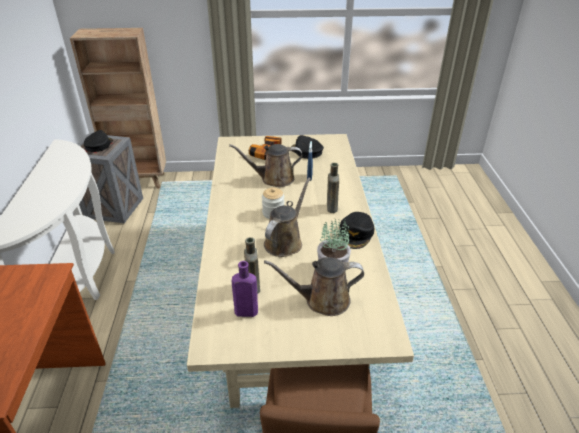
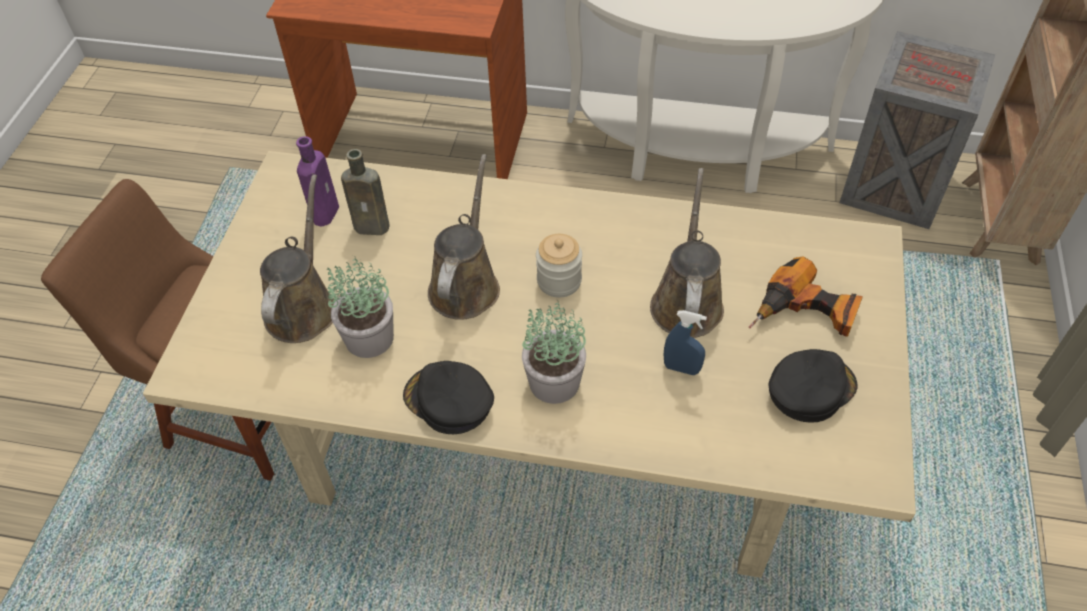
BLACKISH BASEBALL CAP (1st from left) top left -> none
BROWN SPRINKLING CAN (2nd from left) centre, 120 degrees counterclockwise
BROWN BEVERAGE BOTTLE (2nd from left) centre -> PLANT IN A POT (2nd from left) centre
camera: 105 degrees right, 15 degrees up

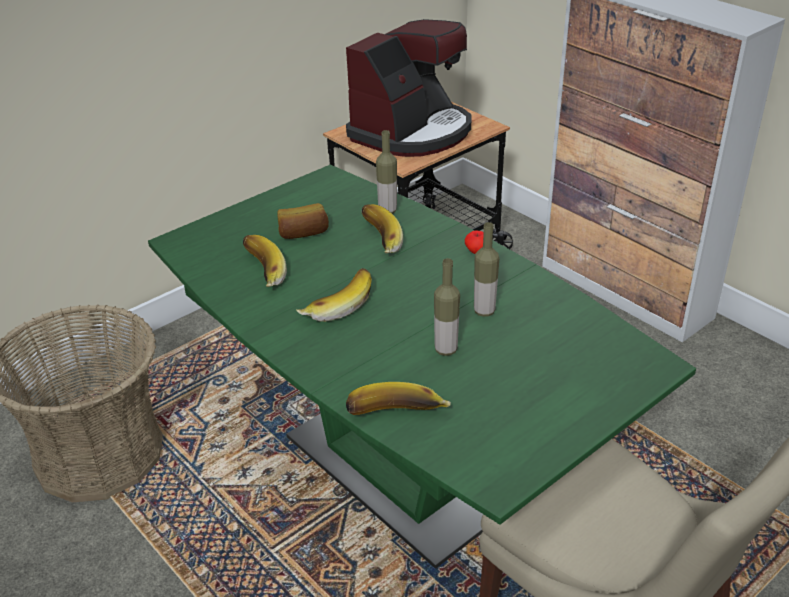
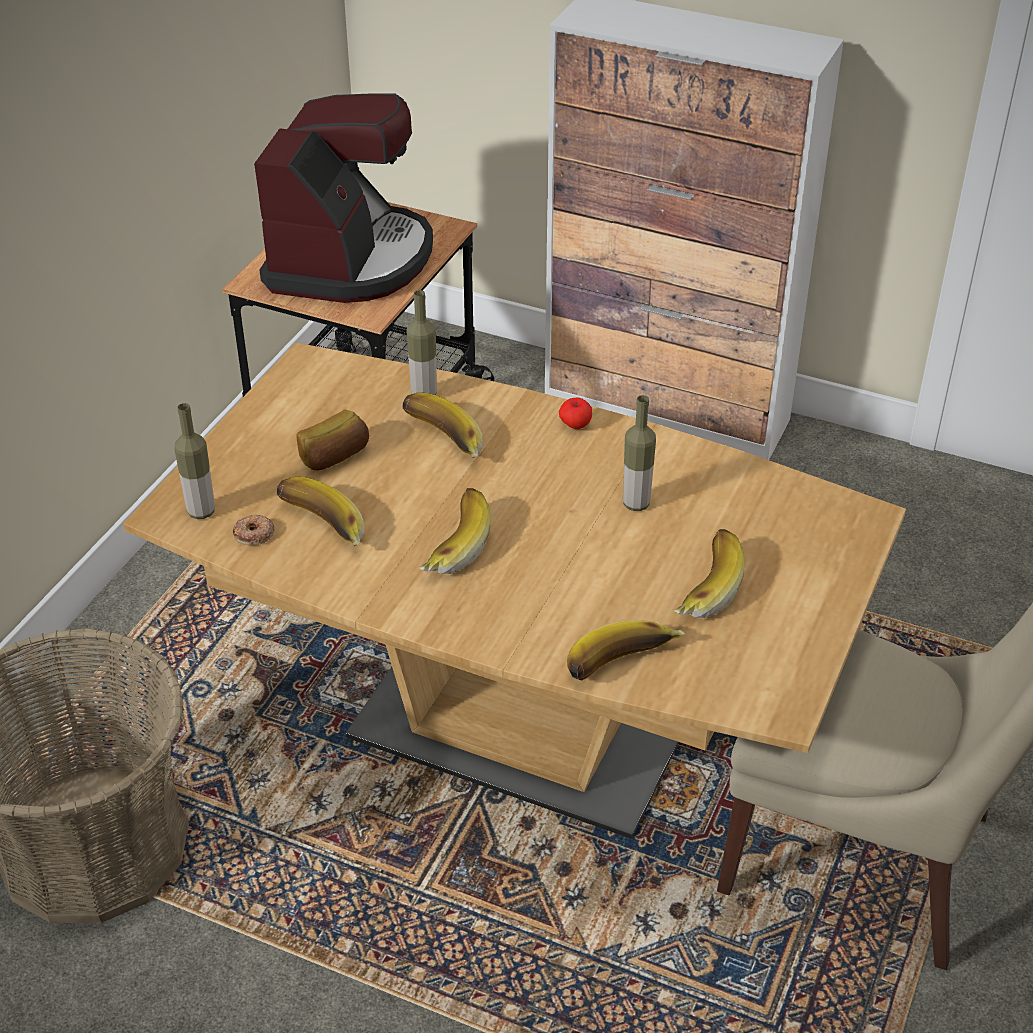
GREEN DINNER TABLE centre -> BROWN DINNER TABLE centre
BEVERAGE BOTTLE (2nd from left in the first image) centre -> BEVERAGE BOTTLE (1st from left) middle left, moved
none -> RING DOUGHNUT middle left
none -> BANANA (5th from left) middle right
camera: 25 degrees left, 5 degrees up

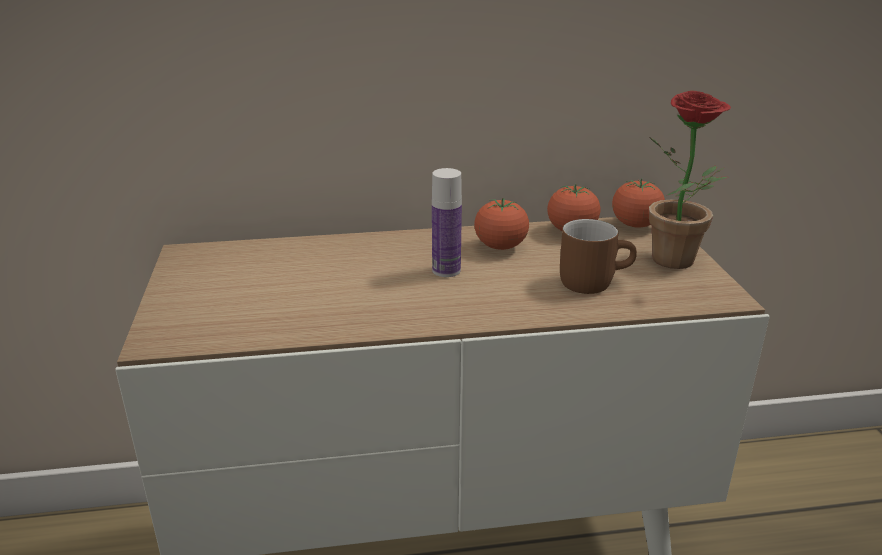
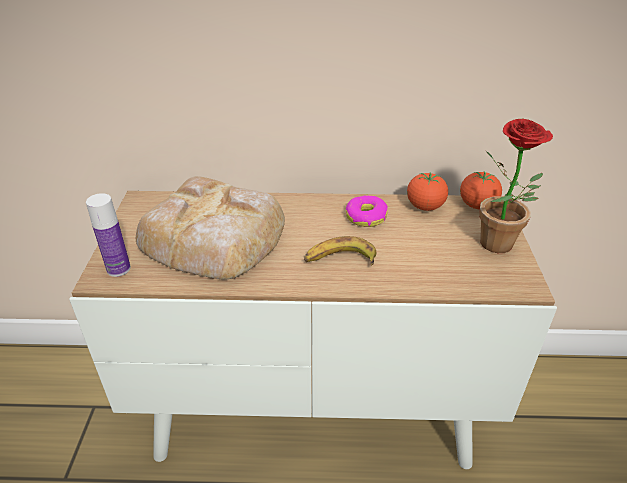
BEVERAGE BOTTLE centre -> BEVERAGE BOTTLE middle left, moved
TOMATO (1st from left) centre -> RING DOUGHNUT centre
BROWN COFFEE MUG middle right -> none
none -> BAKERY BREAD centre
none -> BANANA centre
camera: 10 degrees right, 10 degrees up

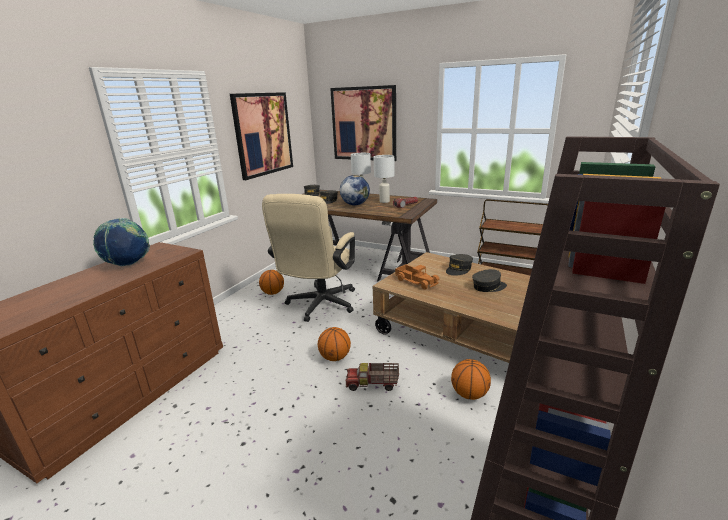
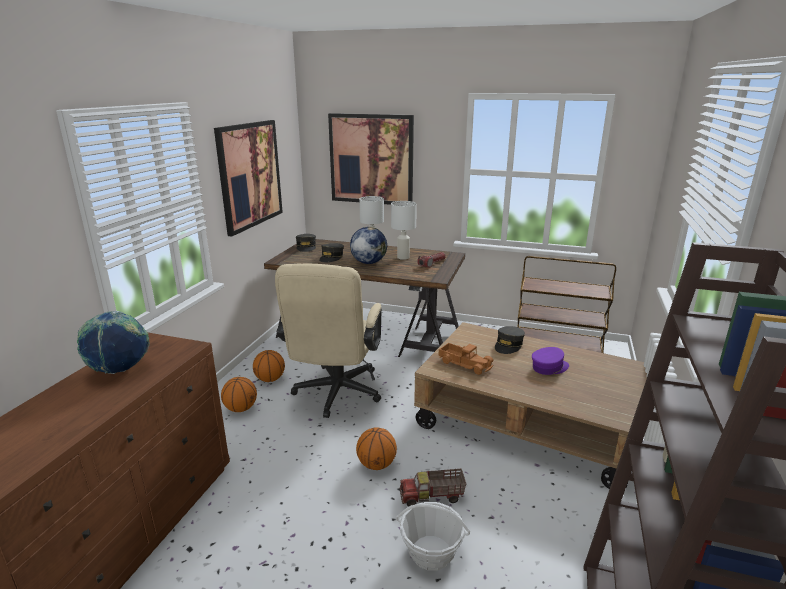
BASKETBALL BALL (3rd from left in the first image) bottom centre -> BASKETBALL BALL (1st from left) bottom left, moved
GREYISH BASEBALL CAP (4th from left) middle right -> PURPLISH BASEBALL CAP middle right
none -> BASKET bottom centre
camera: 10 degrees left, 0 degrees up

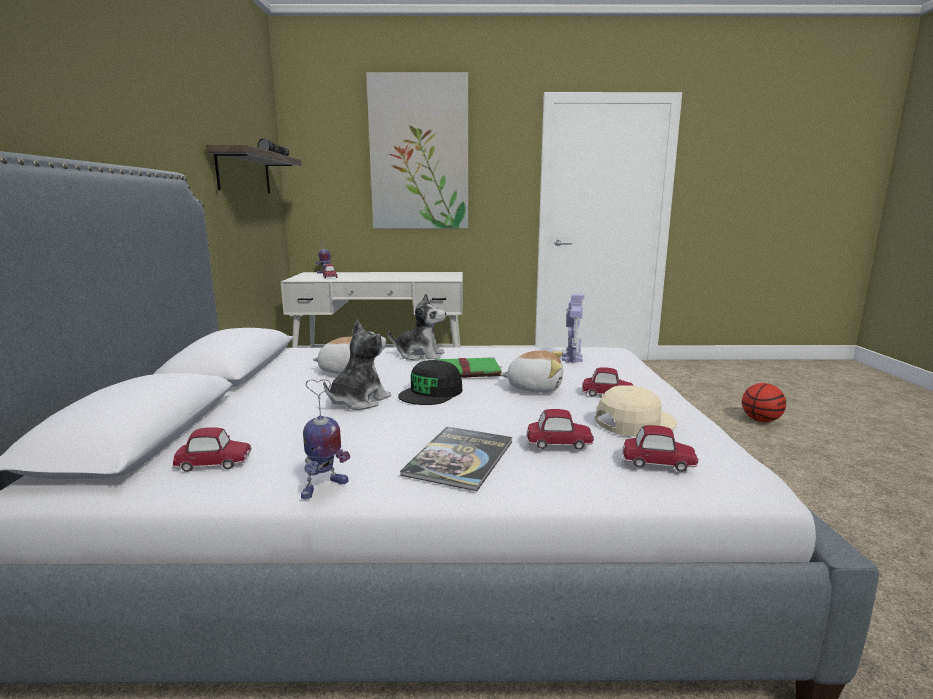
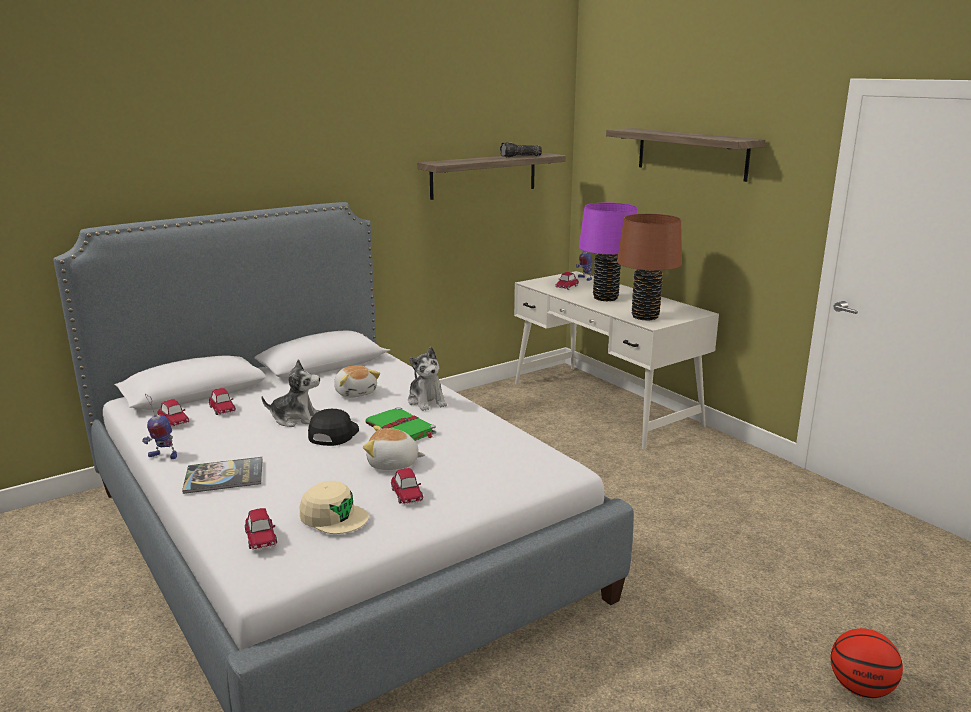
WALL PICTURE top centre -> WALL SHELF (2nd from left) top right
BLACKISH BASEBALL CAP centre, 105 degrees clockwise
SOFT TOY (4th from left in the first image) centre -> SOFT TOY (3rd from left) centre, 120 degrees clockwise
TOY CAR (3rd from left in the first image) centre -> TOY CAR (2nd from left) middle left, moved
TOY ROBOT (3rd from left) centre -> none
none -> PURPLISH TABLETOP LAMP centre
none -> BROWN TABLETOP LAMP middle right
camera: 55 degrees right, 5 degrees up

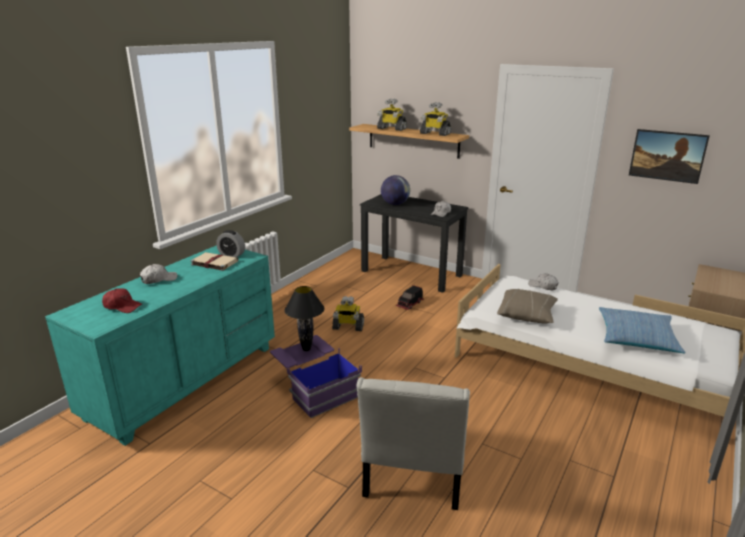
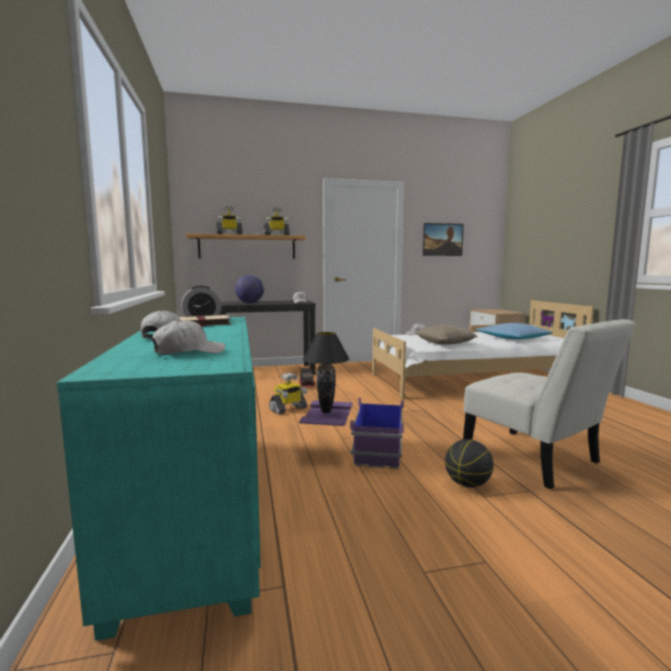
RED-COLOURED BASEBALL CAP middle left -> WHITE-COLOURED BASEBALL CAP (2nd from left) middle left
none -> BASKETBALL BALL bottom right
camera: 45 degrees left, 15 degrees down

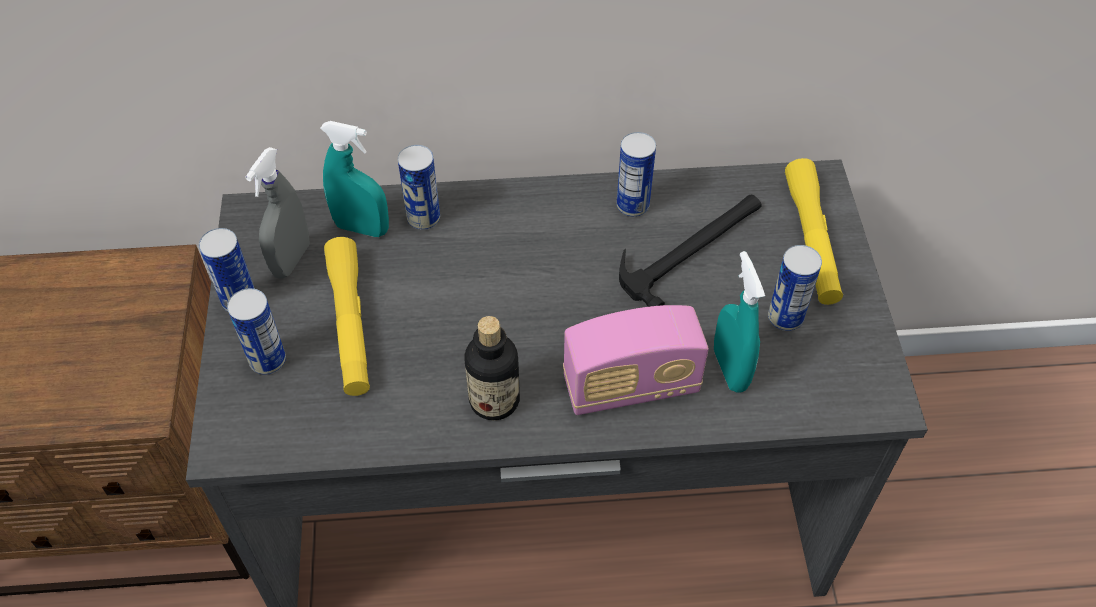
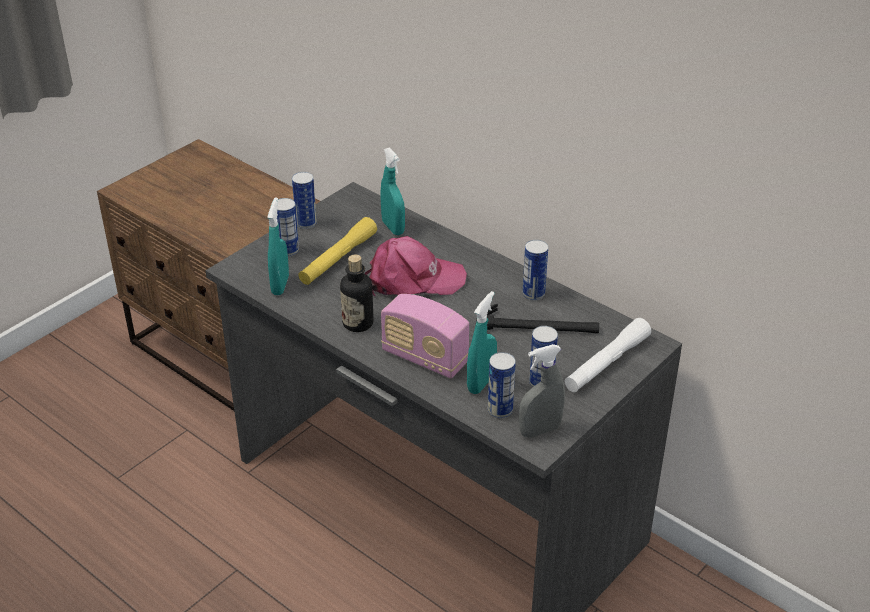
GREYISH HAND SPRAYER middle left -> GREYISH HAND SPRAYER centre, moved
CAN (3rd from left) top centre -> CAN (3rd from left) centre, moved
YELLOW HAND TORCH (2nd from left) middle right -> WHITE-COLOURED HAND TORCH middle right
none -> TURQUOISE HAND SPRAYER (1st from left) middle left
none -> PINKISH BASEBALL CAP centre
camera: 45 degrees right, 15 degrees down

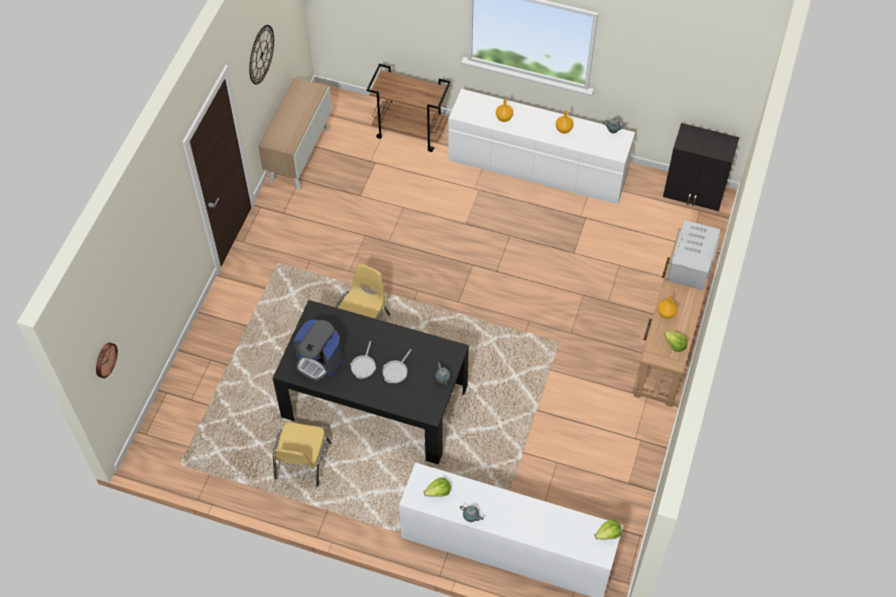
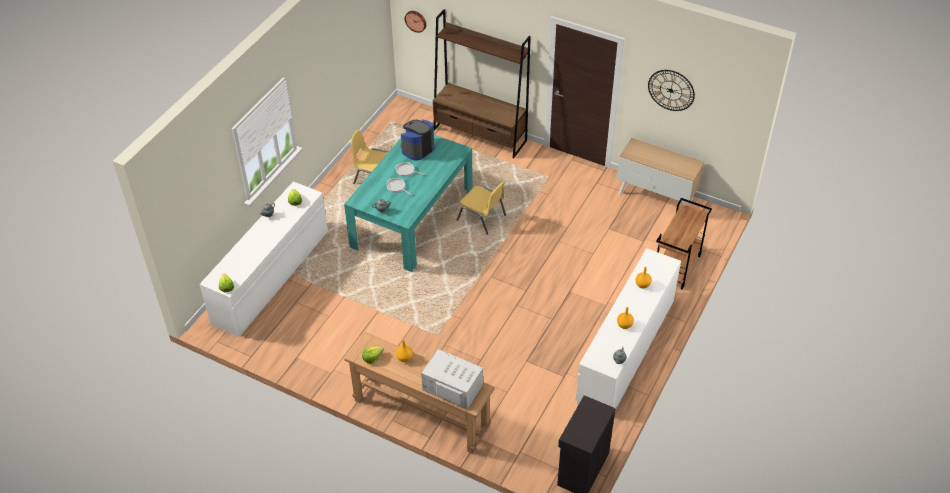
BLACKISH DINNER TABLE centre -> TURQUOISE DINNER TABLE centre
none -> BROWN BOOKSHELF top centre
camera: 100 degrees right, 10 degrees down

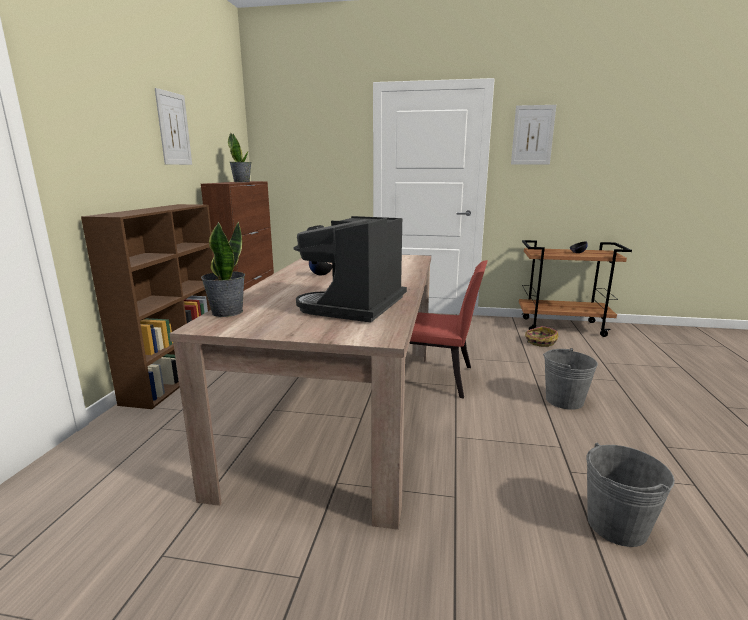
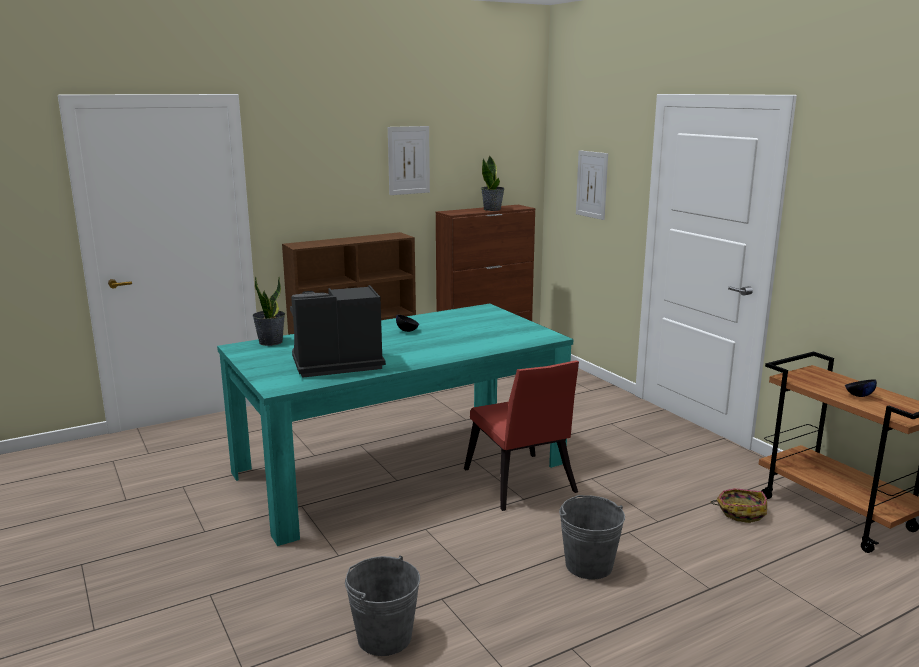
BEIGE DINNER TABLE centre -> TURQUOISE DINNER TABLE centre
WALL PICTURE (2nd from left) top right -> WALL PICTURE (2nd from left) top centre, moved
camera: 50 degrees right, 0 degrees up

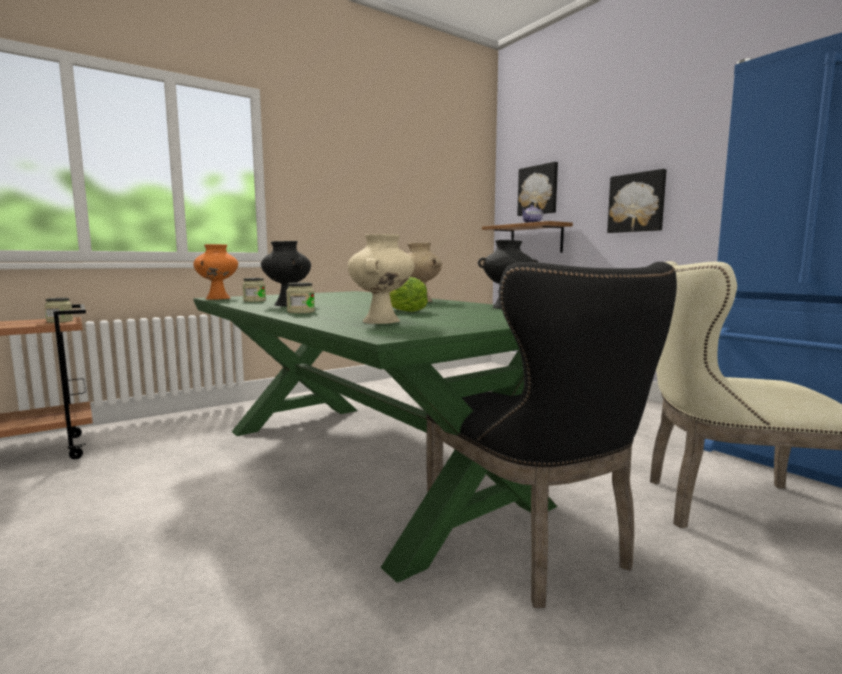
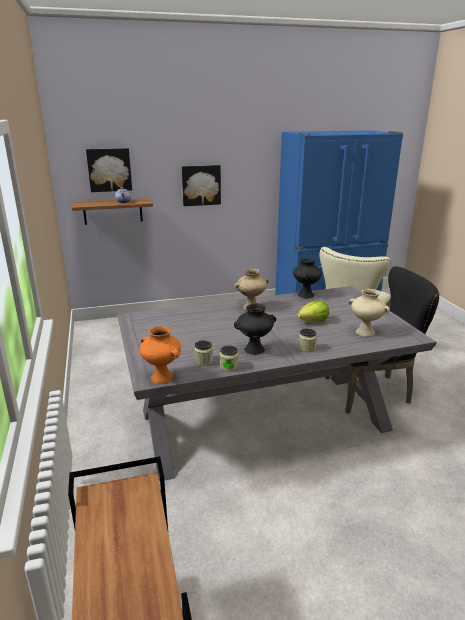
PRESERVE JAR (1st from left in the first image) middle left -> PRESERVE JAR (2nd from left) centre, moved
GREEN DINNER TABLE centre -> GREYISH DINNER TABLE centre
camera: 70 degrees left, 15 degrees up

